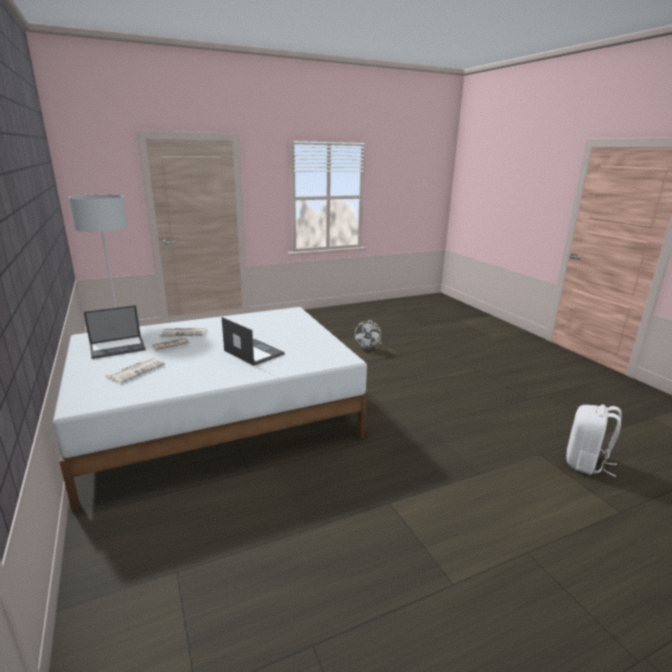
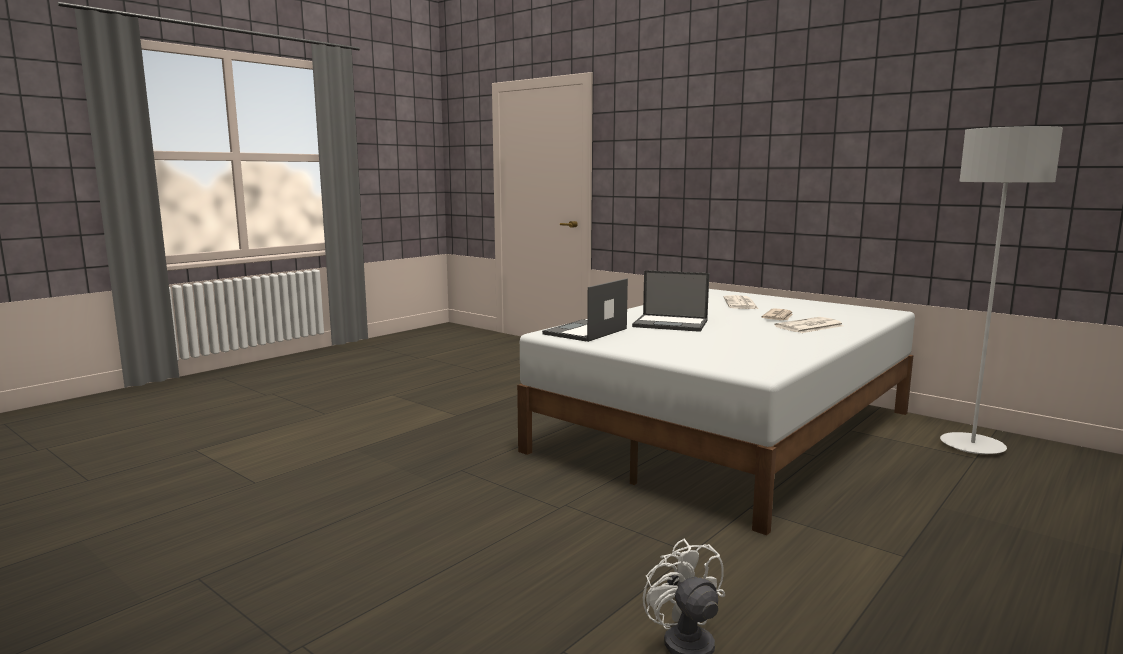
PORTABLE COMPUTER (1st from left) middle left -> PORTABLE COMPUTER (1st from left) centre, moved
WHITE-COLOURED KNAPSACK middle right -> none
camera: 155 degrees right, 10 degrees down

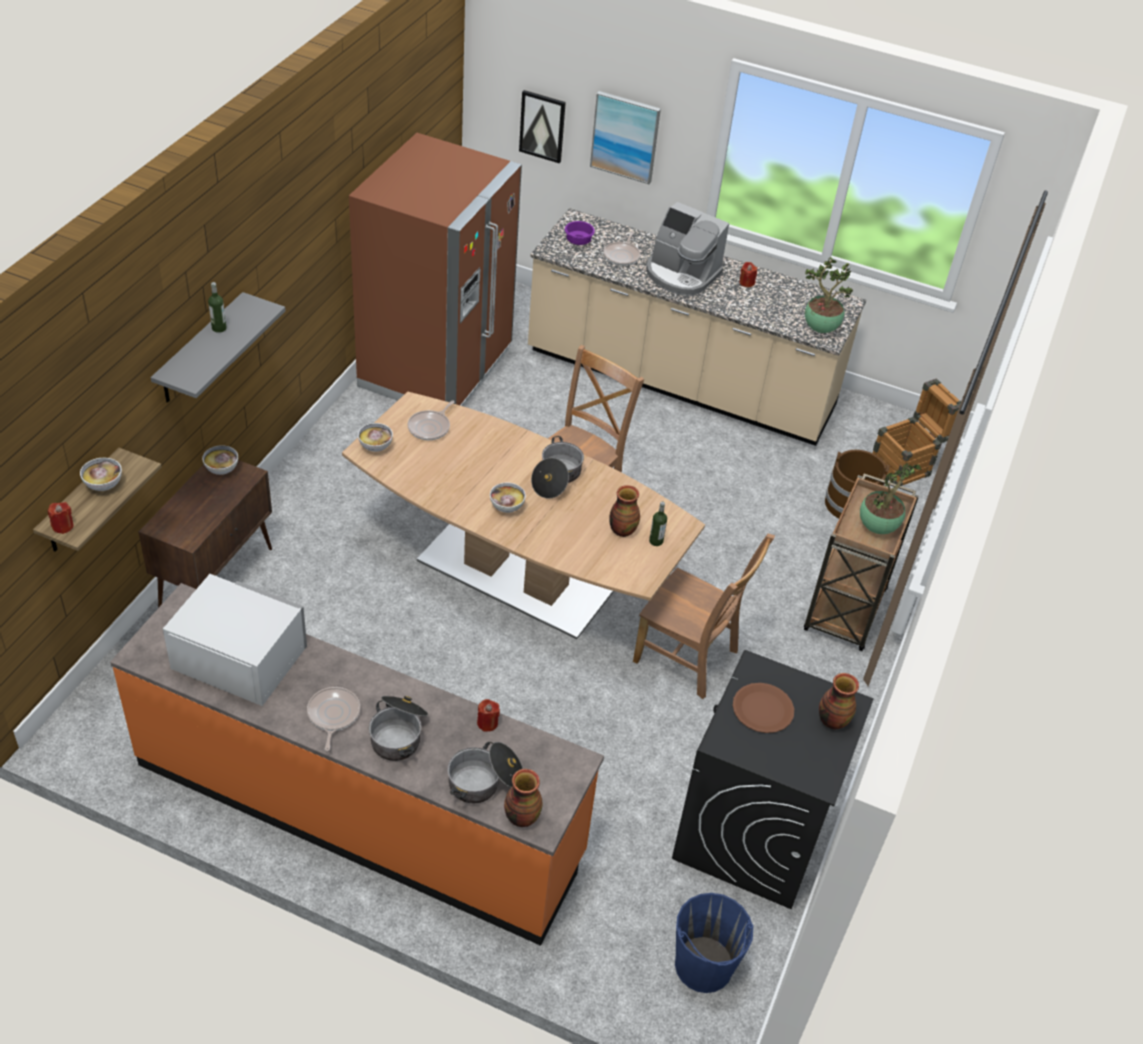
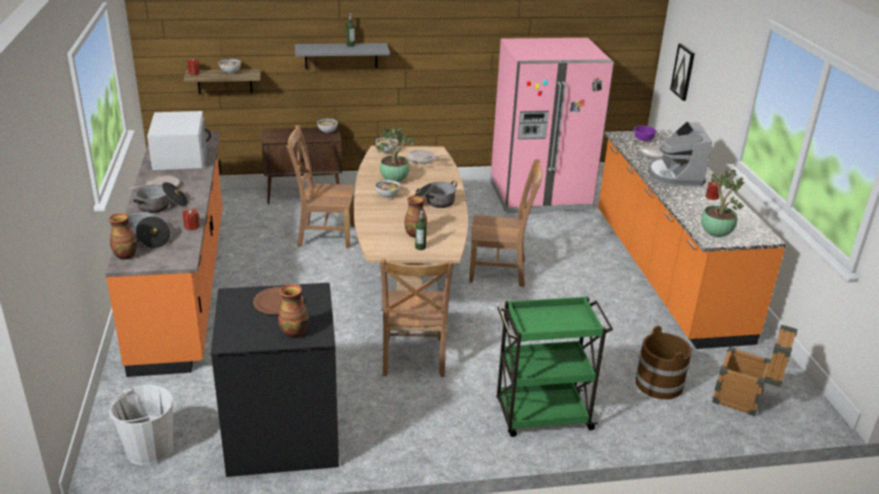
BROWN REFRIGERATOR top centre -> PINKISH REFRIGERATOR top centre
BEIGE COUNTER top centre -> ORANGEY COUNTER (2nd from left) middle right
WALL PICTURE (2nd from left) top centre -> none
BLUISH WATER BUCKET bottom centre -> WHITE-COLOURED WATER BUCKET bottom left
BROWN WHEELED CART middle right -> GREEN WHEELED CART bottom centre
PLANT IN A POT (2nd from left in the first image) middle right -> PLANT IN A POT (1st from left) top centre, moved
none -> BROWN PLAIN CHAIR (1st from left) centre
camera: 60 degrees right, 15 degrees down

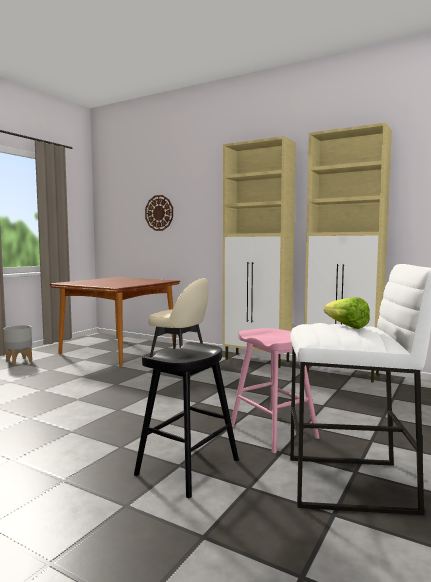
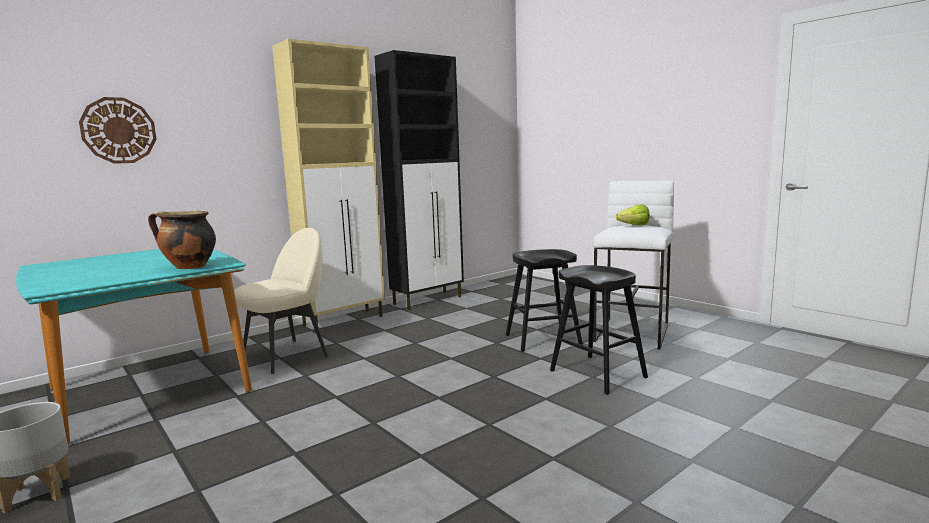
BROWN DINNER TABLE middle left -> TURQUOISE DINNER TABLE middle left
PINKISH STOOL bottom centre -> BLACKISH STOOL (1st from left) centre
BEIGE STORAGE CABINET (2nd from left) middle right -> BLACKISH STORAGE CABINET centre
none -> STOCKPOT middle left
camera: 70 degrees left, 5 degrees up

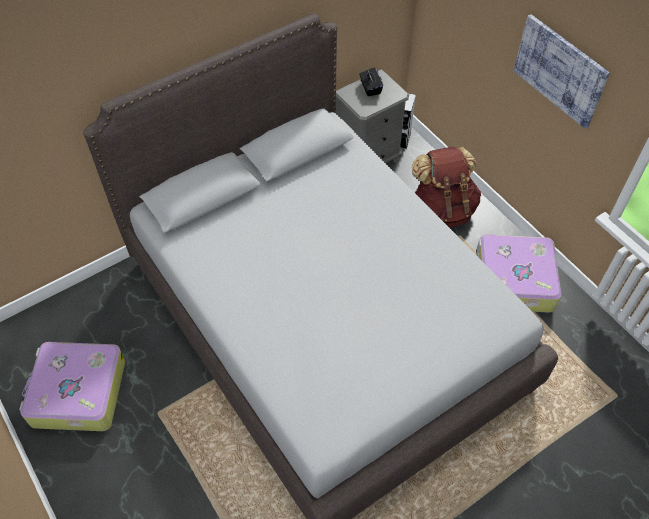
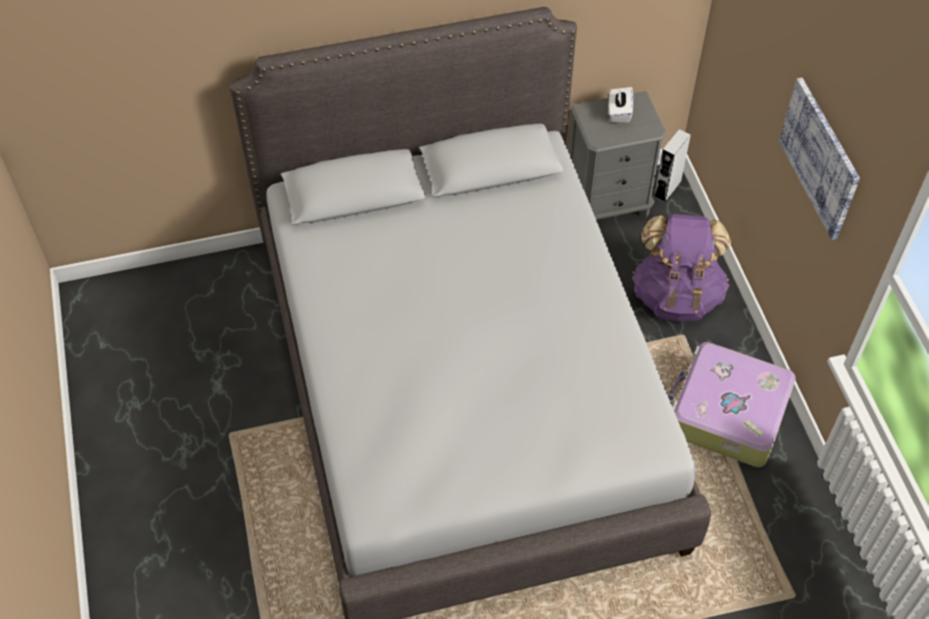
SUITCASE (1st from left) bottom left -> none
BLACKISH TISSUE HOLDER top centre -> WHITE-COLOURED TISSUE HOLDER top right
BROWN KNAPSACK middle right -> PURPLISH KNAPSACK middle right
camera: 20 degrees right, 0 degrees up

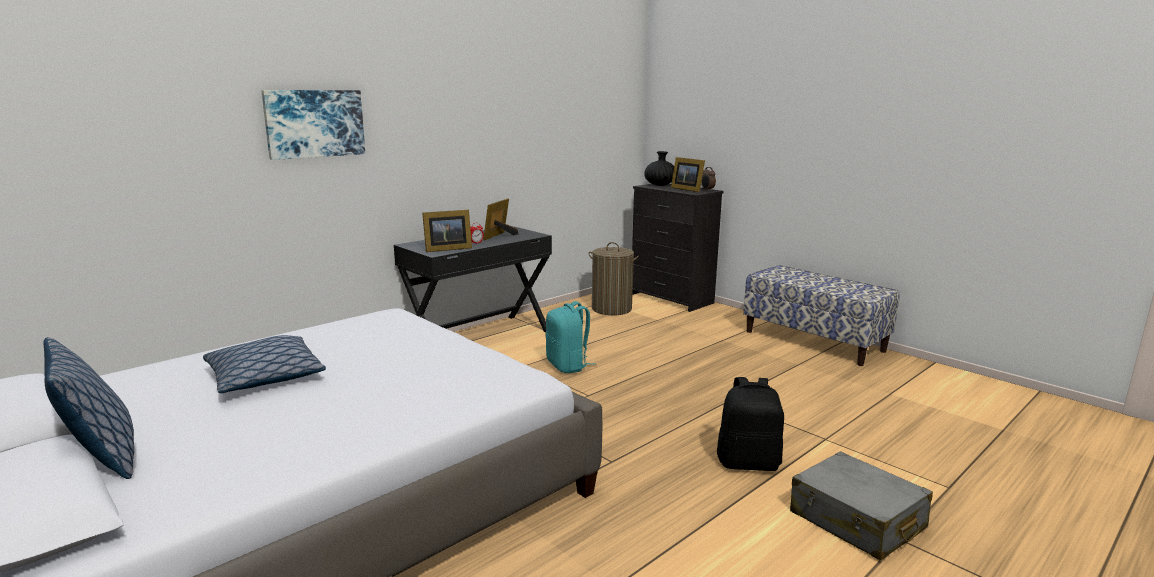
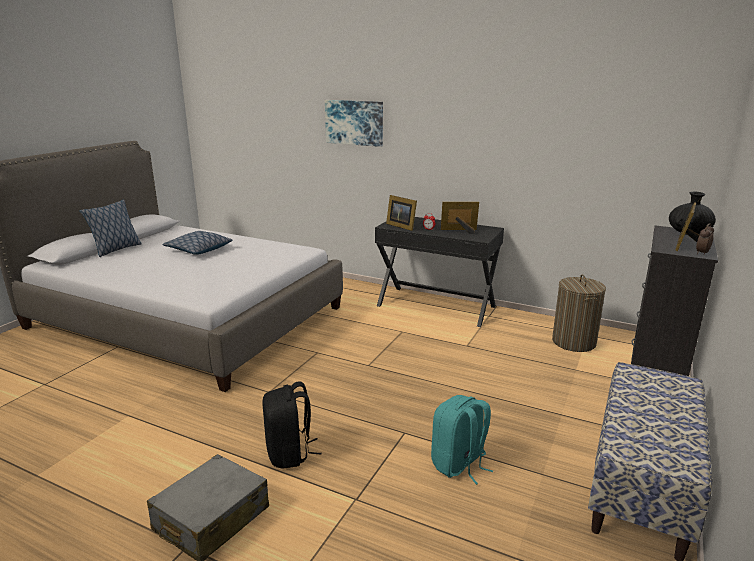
TURQUOISE KNAPSACK centre -> TURQUOISE KNAPSACK bottom centre, moved
camera: 70 degrees right, 5 degrees up

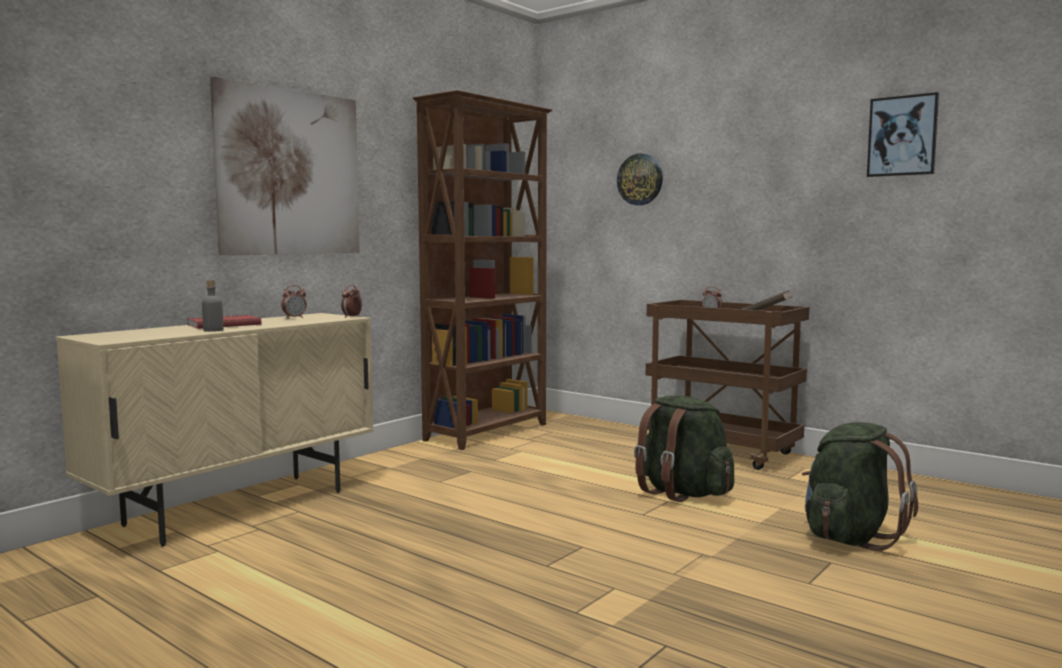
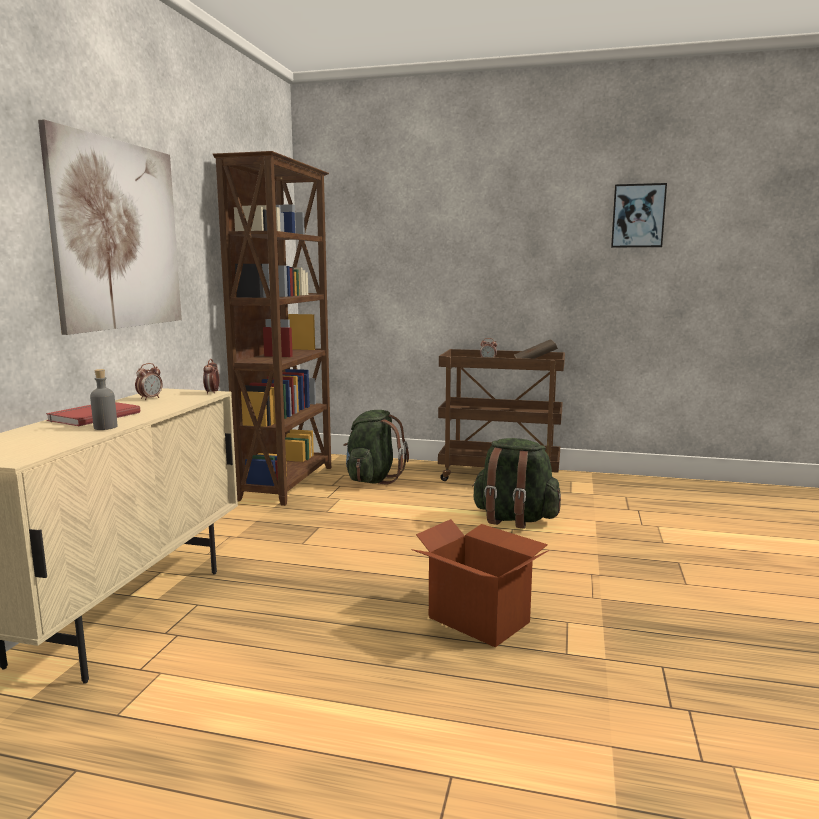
WALL CLOCK top centre -> none
GREEN KNAPSACK (2nd from left in the first image) bottom right -> GREEN KNAPSACK (1st from left) centre, moved
none -> CARDBOARD BOX bottom centre
camera: 25 degrees left, 5 degrees up

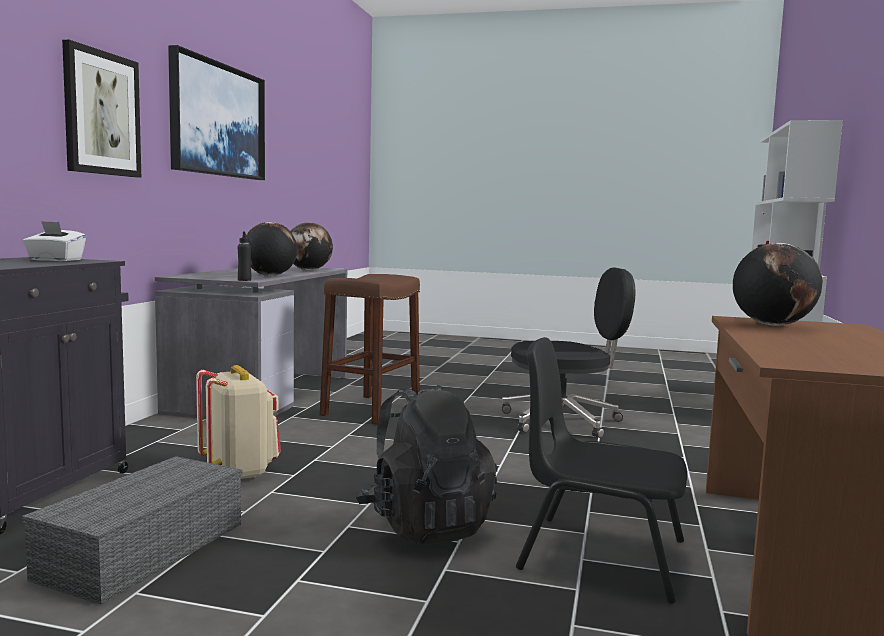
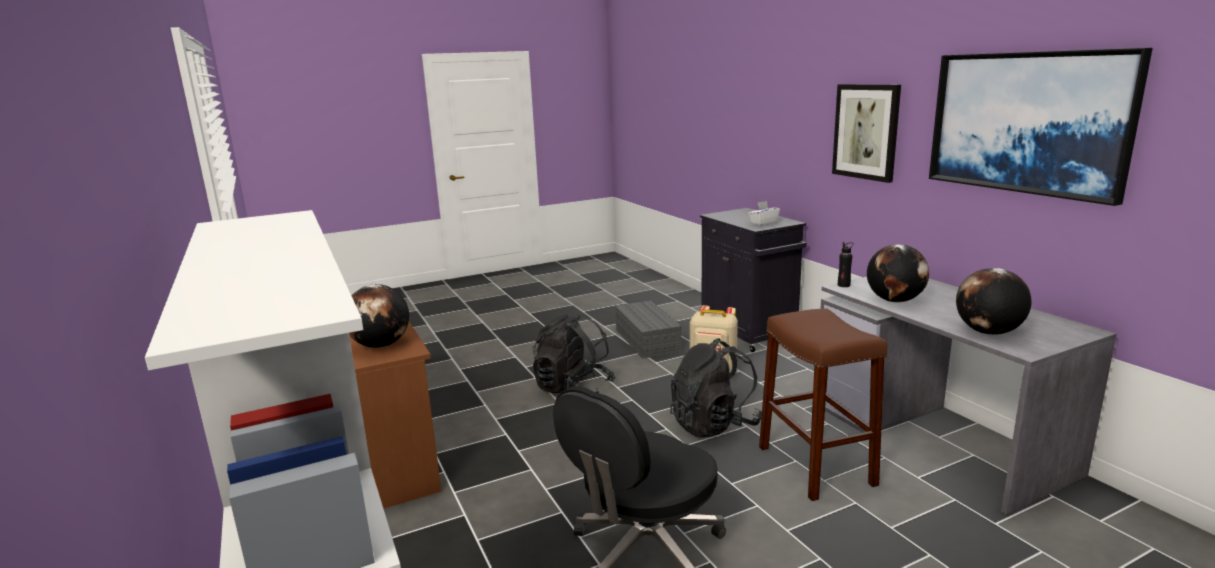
BLACKISH PLAIN CHAIR bottom right -> none
none -> BLACKISH KNAPSACK (2nd from left) bottom centre
camera: 140 degrees right, 10 degrees up

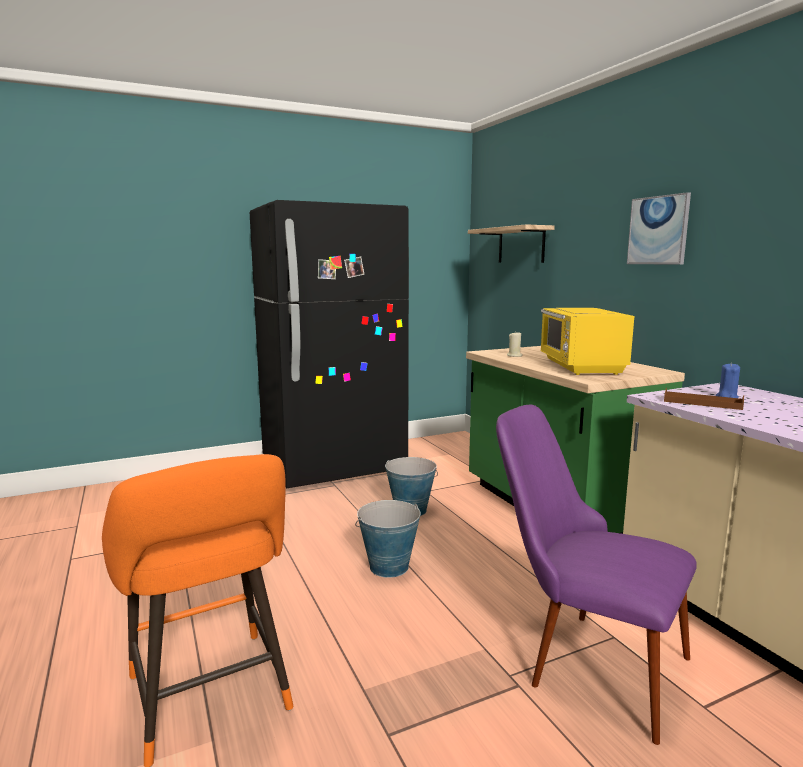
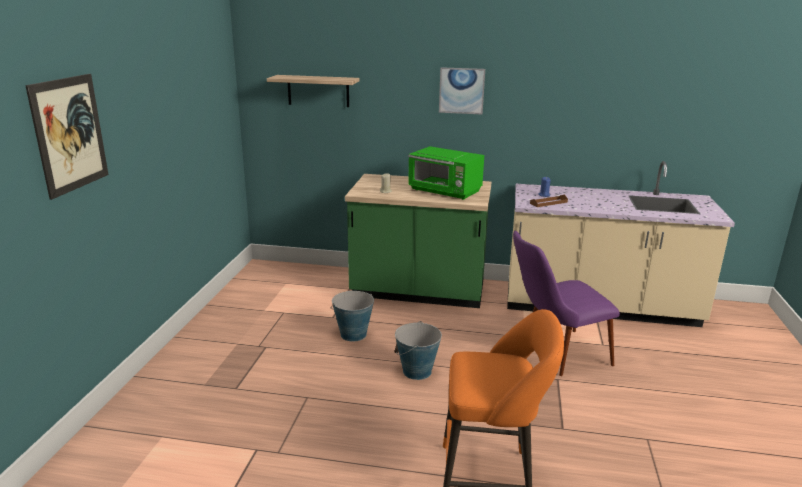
BLACKISH REFRIGERATOR centre -> none
YELLOW KITCHEN MICROWAVE middle right -> GREEN KITCHEN MICROWAVE centre
none -> WALL PICTURE (1st from left) top left
camera: 55 degrees left, 10 degrees up

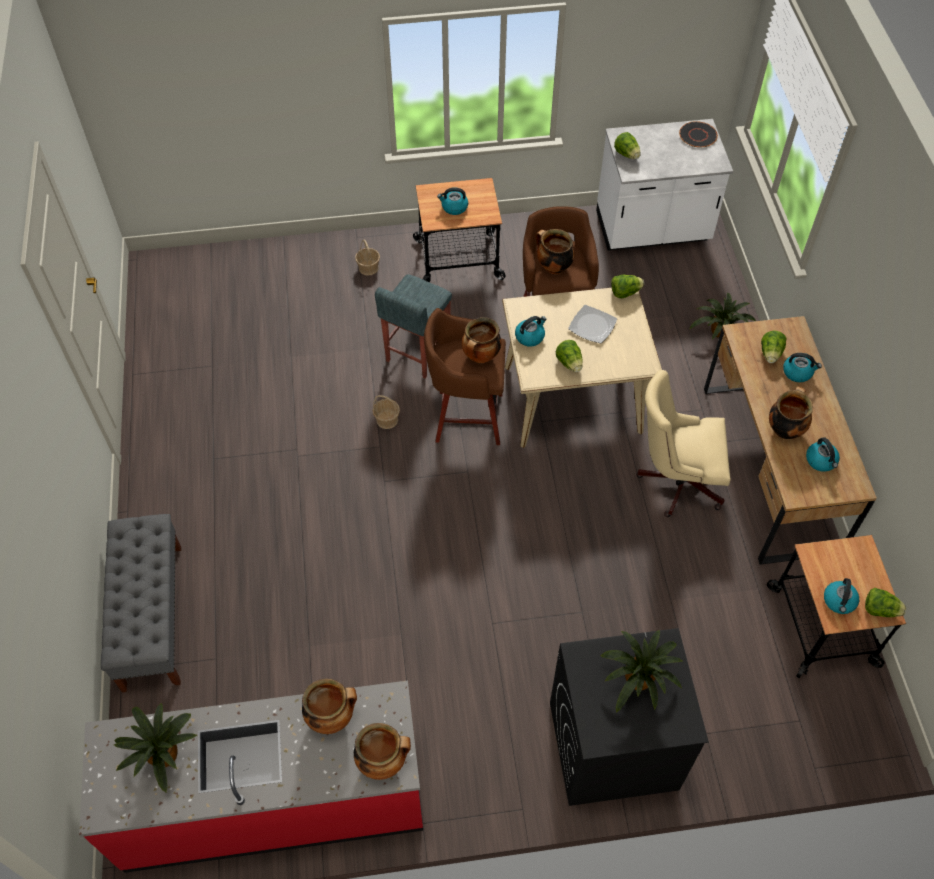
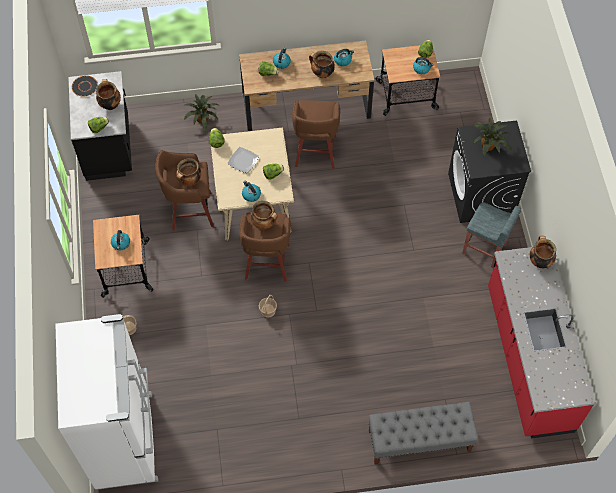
PLANT IN A POT (1st from left) bottom left -> none
STOCKPOT (1st from left) bottom centre -> STOCKPOT (1st from left) top left, moved
GREYISH STOOL centre -> GREYISH STOOL middle right, moved
WHITE-COLOURED COUNTER top right -> BLACKISH COUNTER top left
BEIGE COMPUTER CHAIR middle right -> BROWN STOOL (3rd from left) top centre
none -> WHITE-COLOURED REFRIGERATOR bottom left
camera: 90 degrees left, 5 degrees up

